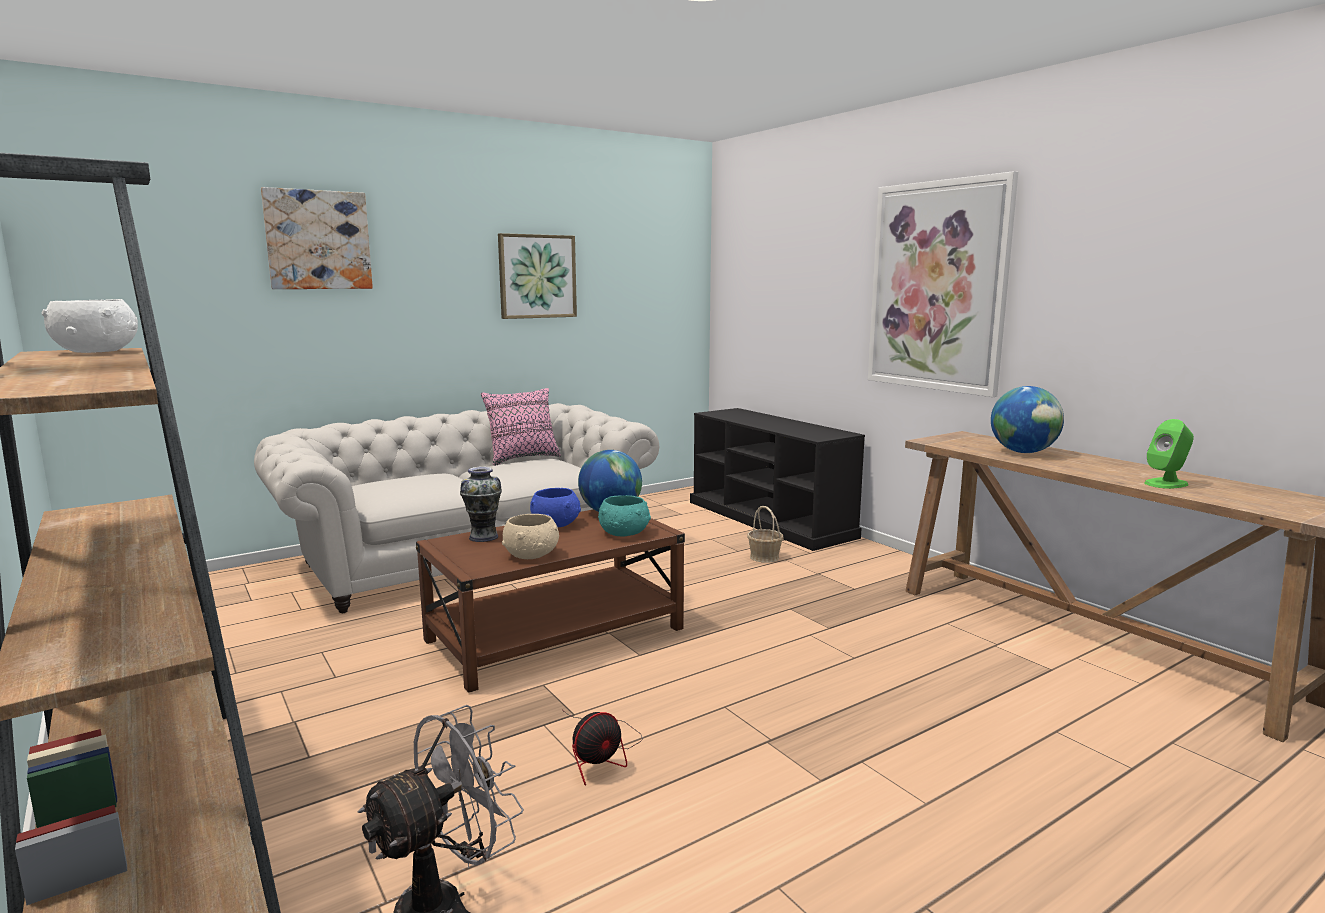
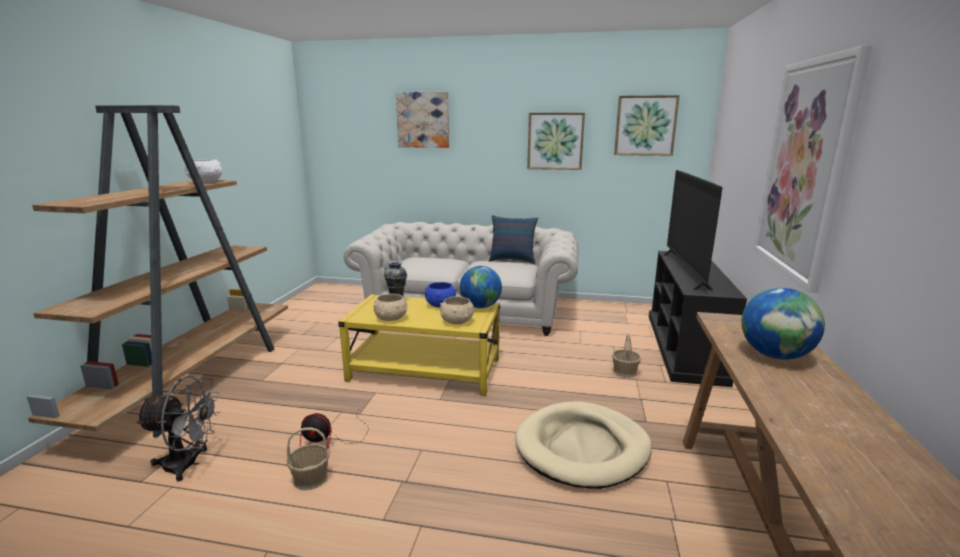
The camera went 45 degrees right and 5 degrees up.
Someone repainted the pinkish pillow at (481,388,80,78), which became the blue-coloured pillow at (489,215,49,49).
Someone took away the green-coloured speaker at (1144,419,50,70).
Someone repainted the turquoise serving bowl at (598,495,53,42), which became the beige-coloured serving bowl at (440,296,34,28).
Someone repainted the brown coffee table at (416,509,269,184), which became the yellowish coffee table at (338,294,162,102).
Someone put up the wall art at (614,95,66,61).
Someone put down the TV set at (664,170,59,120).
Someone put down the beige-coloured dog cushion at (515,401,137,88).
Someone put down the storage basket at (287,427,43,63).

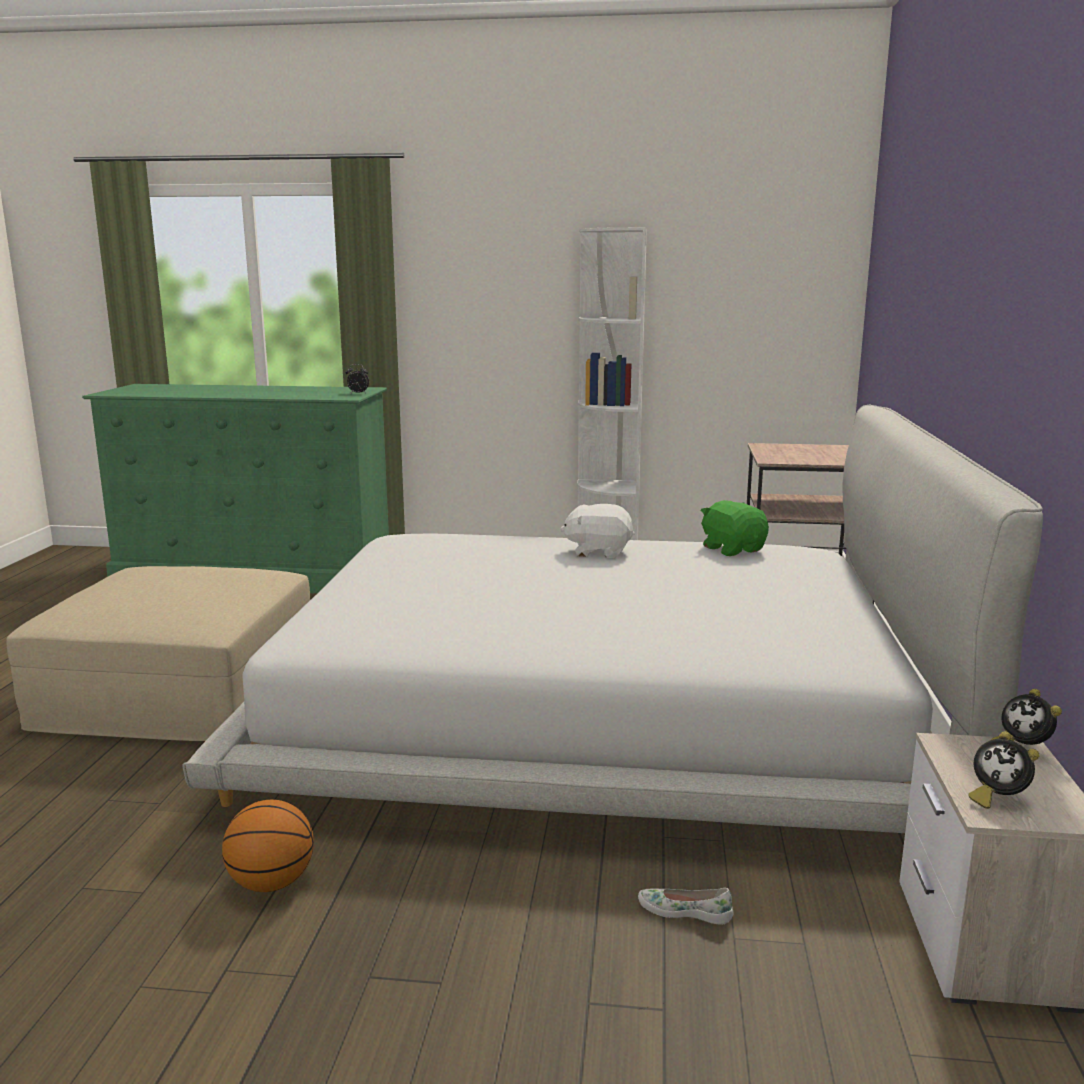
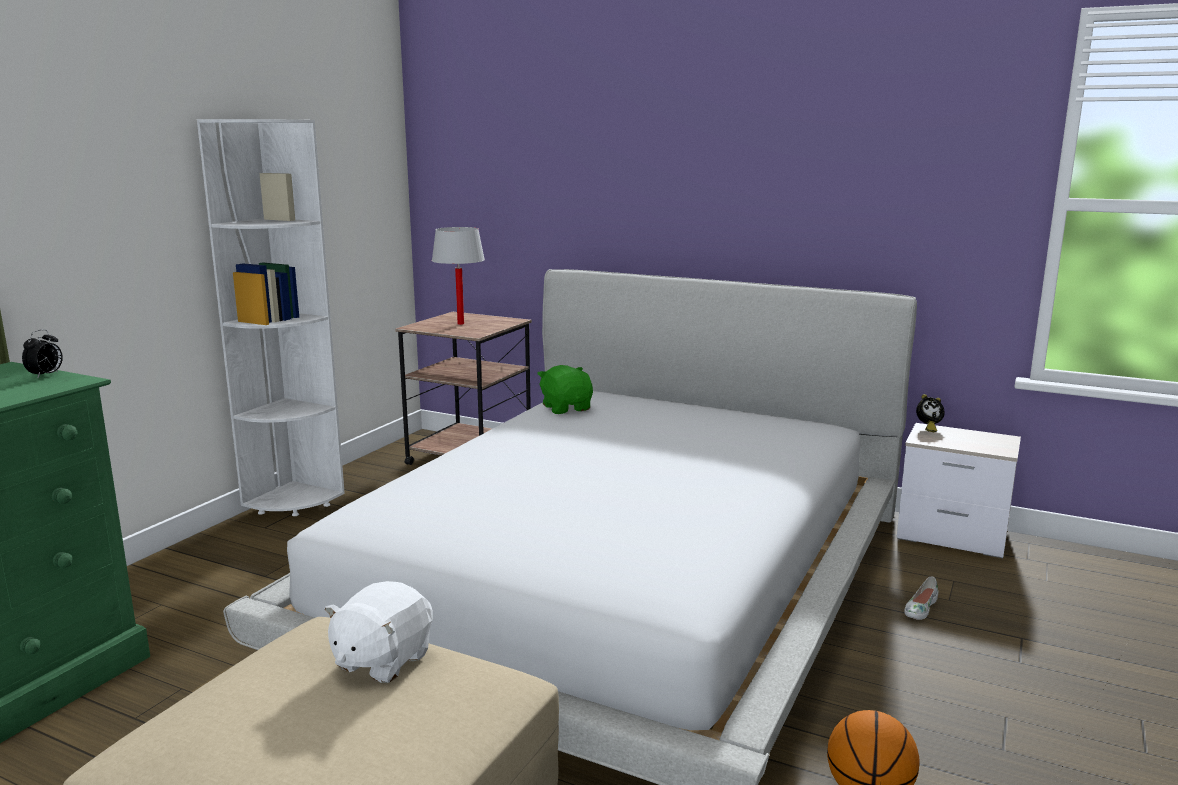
The camera went 70 degrees left and 0 degrees up.
Someone rotated the green-coloured plush toy at (701,500,68,56) by 75 degrees clockwise.
Someone carried the white plush toy from (560,504,74,54) to (325,581,108,102).
Someone took away the alarm clock at (968,731,71,78).
Someone put down the white tabletop lamp at (432,227,53,98).

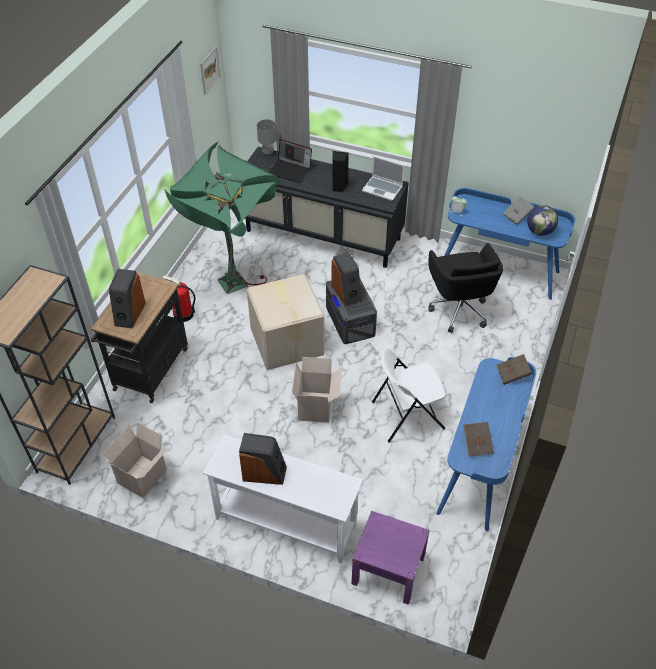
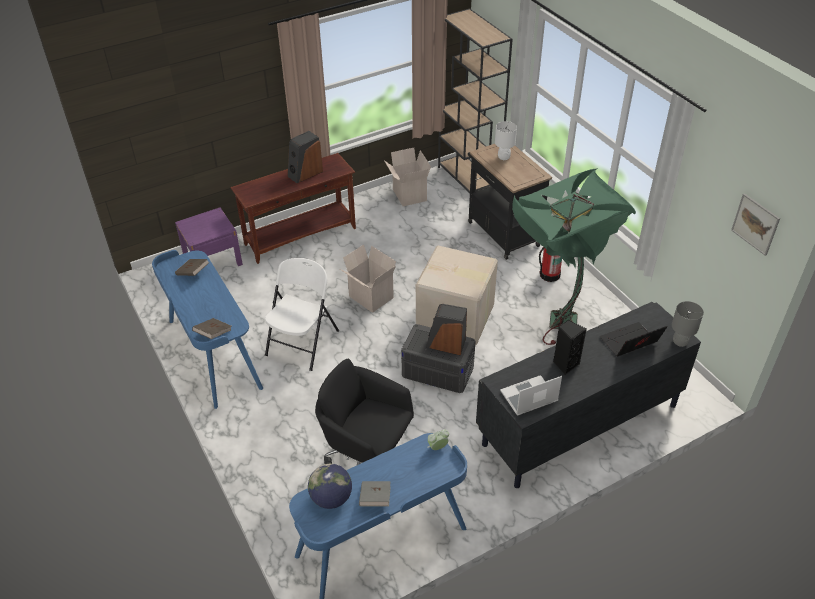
The camera went 130 degrees right and 5 degrees down.
Someone swapped the speaker at (109,269,36,59) for the white tabletop lamp at (495,121,22,39).
Someone repainted the white narrow table at (203,434,160,130), which became the brown narrow table at (230,153,126,111).

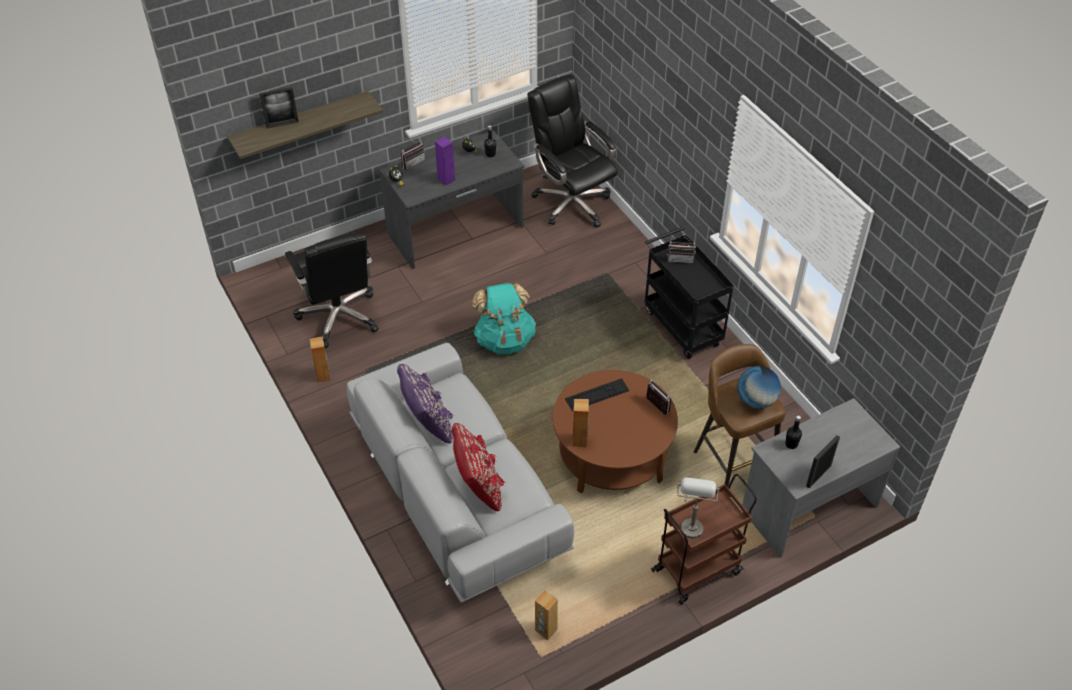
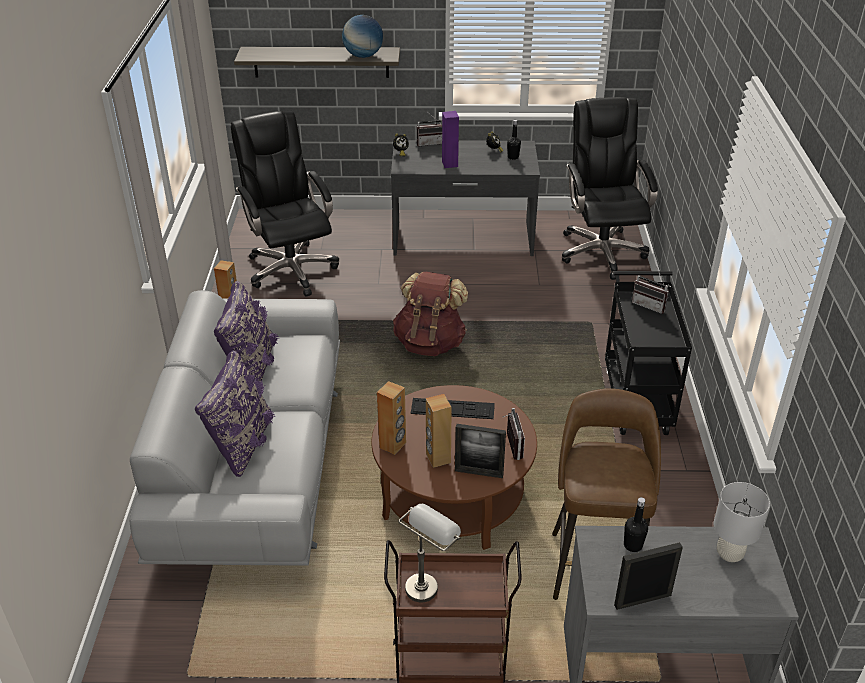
The camera went 30 degrees right and 10 degrees down.
Someone carried the picture frame from (259,87,40,41) to (455,424,51,54).
Someone rotated the black-coloured computer chair at (285,231,94,117) by 150 degrees clockwise.
Someone repainted the turquoise backpack at (472,283,64,72), which became the brown backpack at (393,272,75,84).
Someone carried the globe from (737,366,44,43) to (342,15,41,43).
Someone repainted the red-coloured pillow at (452,423,54,88), which became the purple-coloured pillow at (195,350,80,127).
Someone carried the brown speaker from (535,591,23,49) to (426,394,26,74).
Someone put down the greyish tabletop lamp at (713,482,57,80).

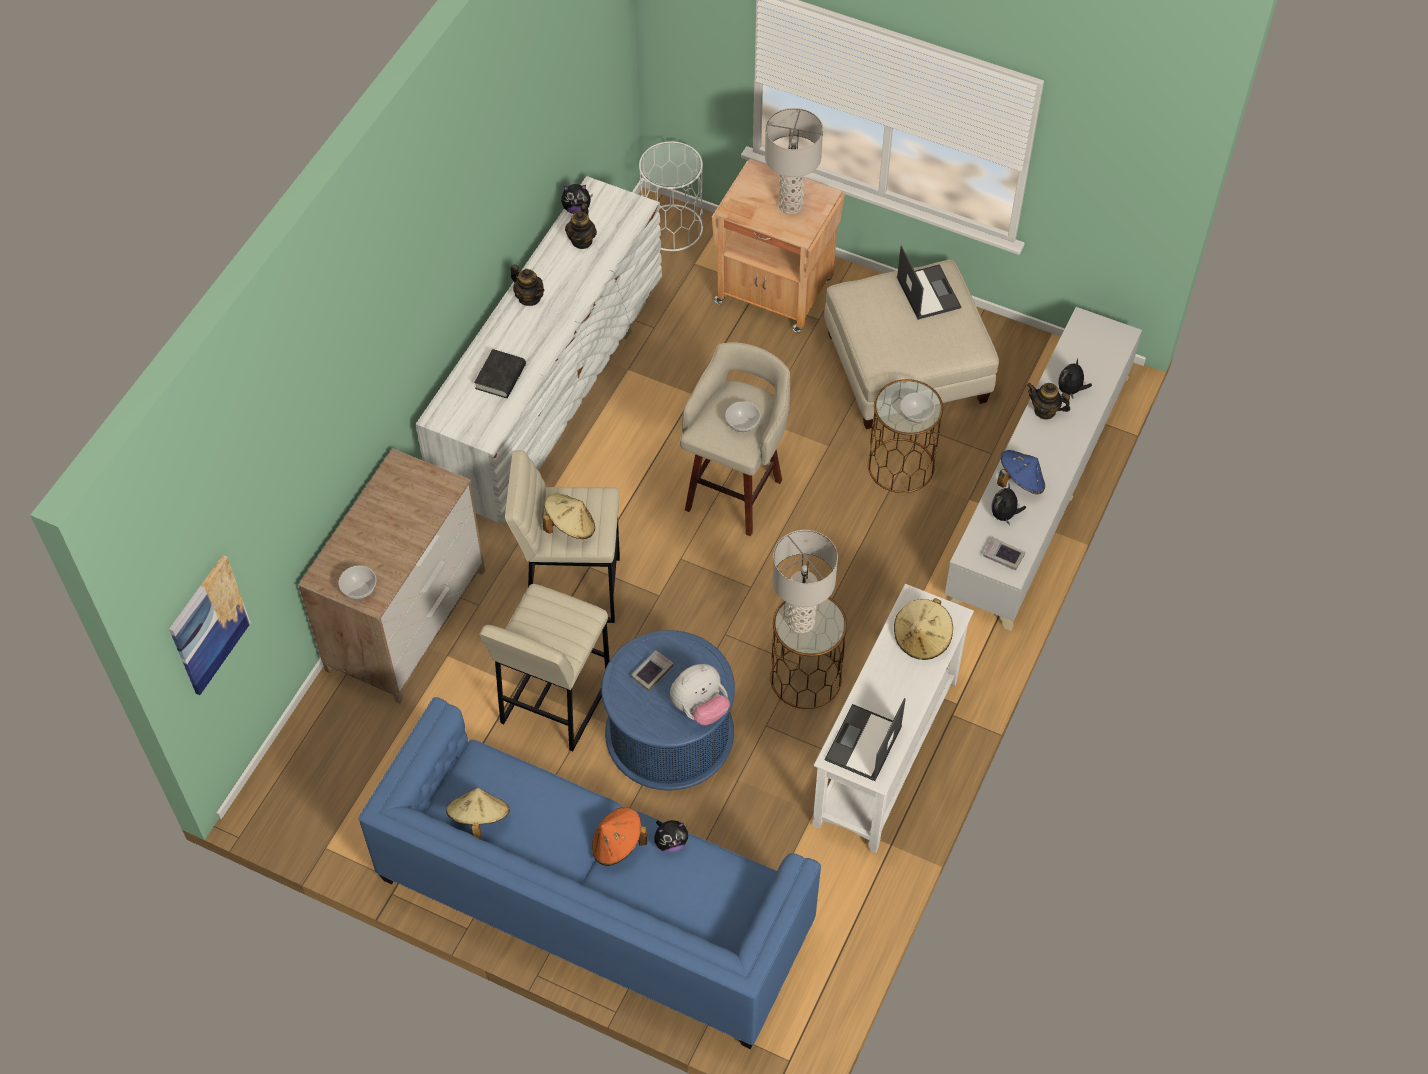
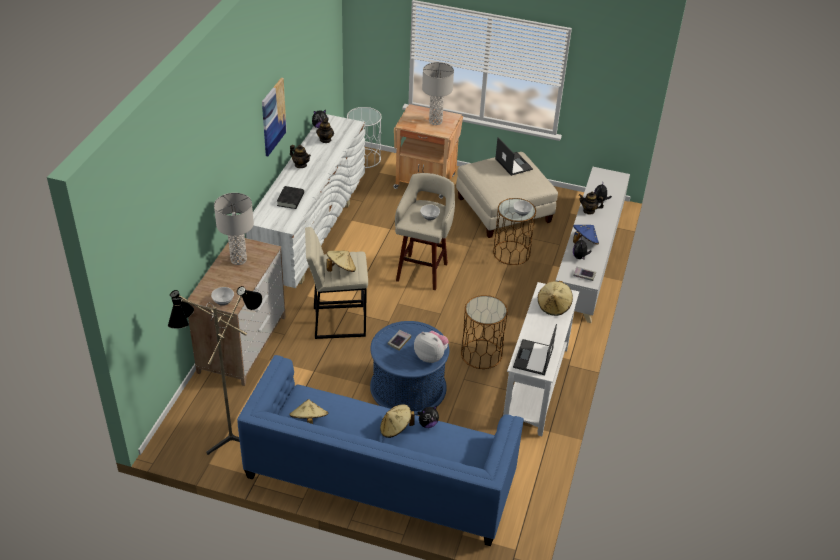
The camera went 10 degrees left and 15 degrees down.
Someone carried the white tabletop lamp from (772,530,66,103) to (214,193,40,72).
Someone carried the wall art from (169,555,82,140) to (262,78,25,78).
Someone took away the beige-coloured stool at (479,584,131,167).
Someone rotated the plush toy at (670,664,60,61) by 105 degrees counterclockwise.
Someone repainted the orange-coloured clothing hat at (592,807,55,59), which became the beige-coloured clothing hat at (380,404,35,34).
Someone put down the standing lamp at (168,286,95,169).

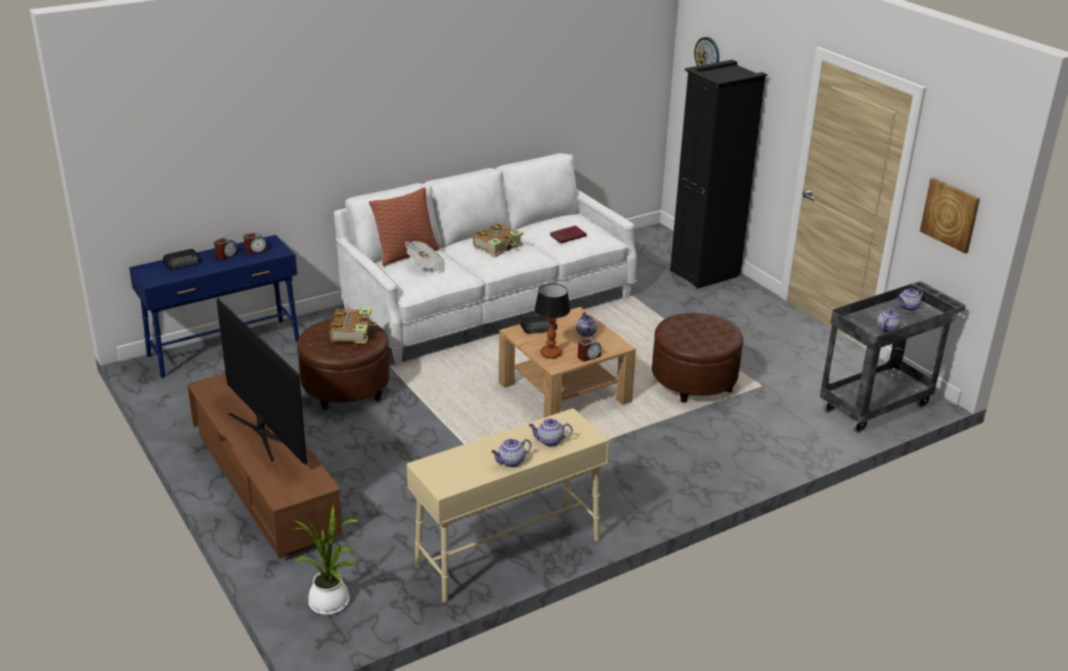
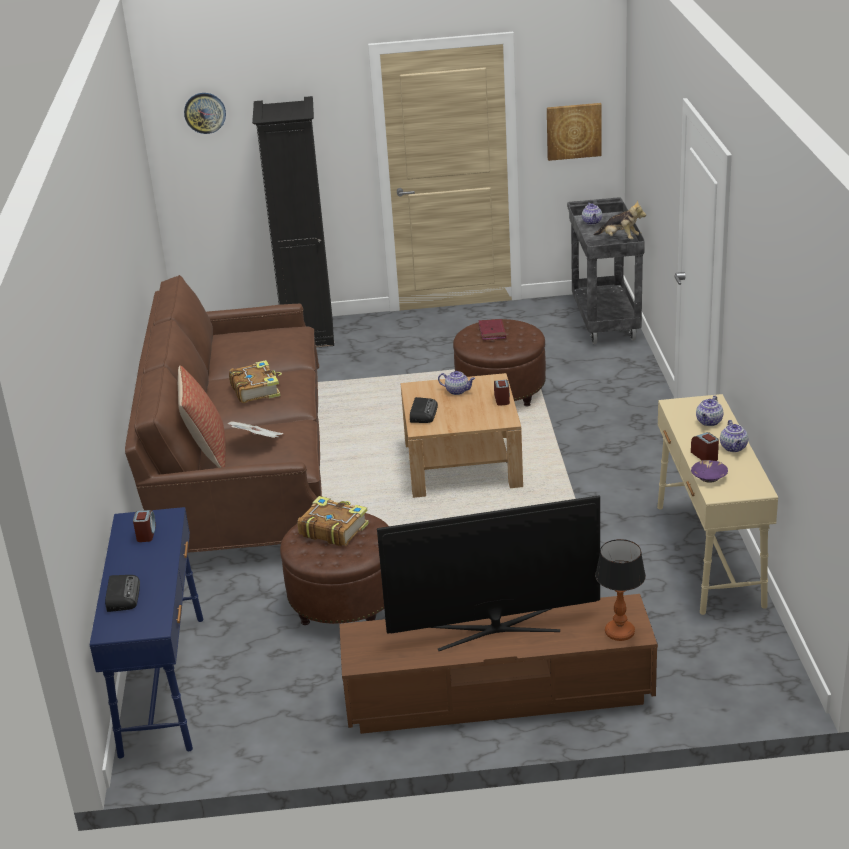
The camera went 60 degrees left and 0 degrees up.
Someone repainted the white couch at (334,153,303,211), which became the brown couch at (125,275,197,277).
Someone carried the red-coloured book from (550,225,37,19) to (479,319,27,21).
Someone carried the alarm clock from (214,238,24,22) to (691,432,28,29).
Someone carried the tabletop lamp from (535,284,35,75) to (595,539,51,102).
Someone swapped the teapot at (877,308,24,25) for the plush toy at (594,200,52,40).
Someone took away the houseplant at (293,506,66,109).
Someone put down the purple-coloured serving bowl at (691,460,37,23).

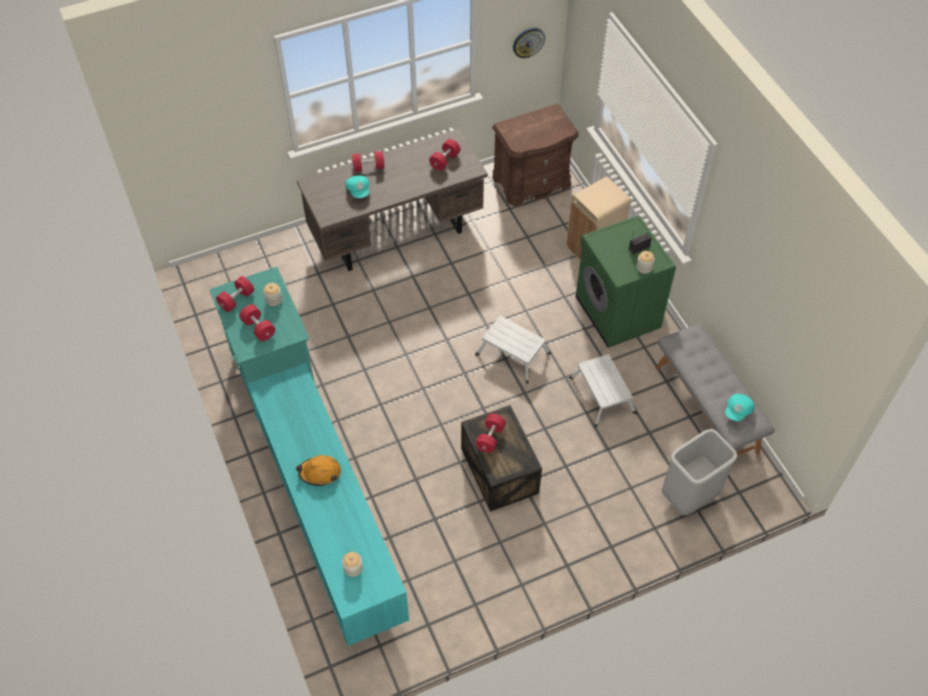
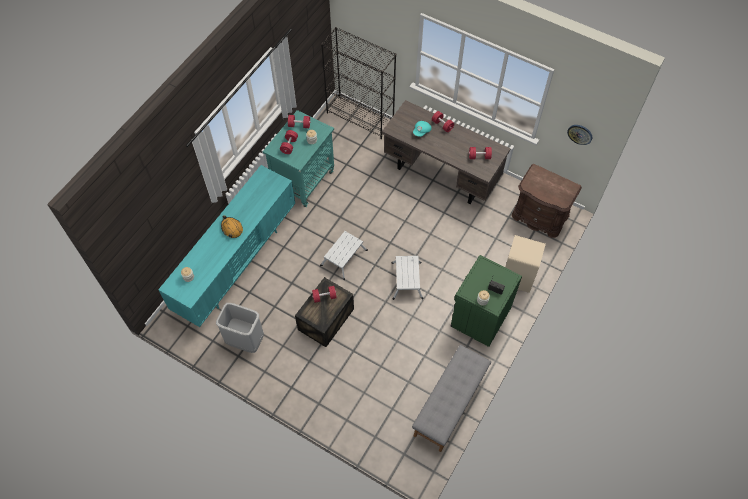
The camera went 55 degrees right and 5 degrees up.
Someone carried the white stepladder from (569,354,68,74) to (320,231,48,49).
Someone took away the turquoise peaked cap at (725,394,30,27).
Someone carried the greyish waste bin from (662,429,76,87) to (216,303,48,50).
Someone put down the black-coloured bookshelf at (321,27,75,112).

